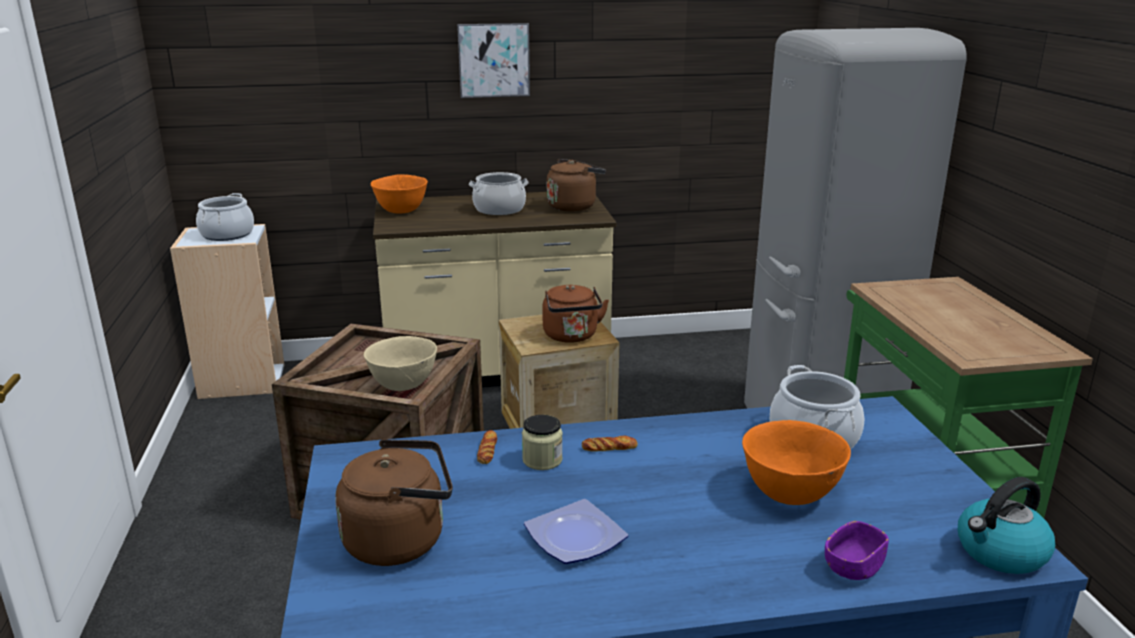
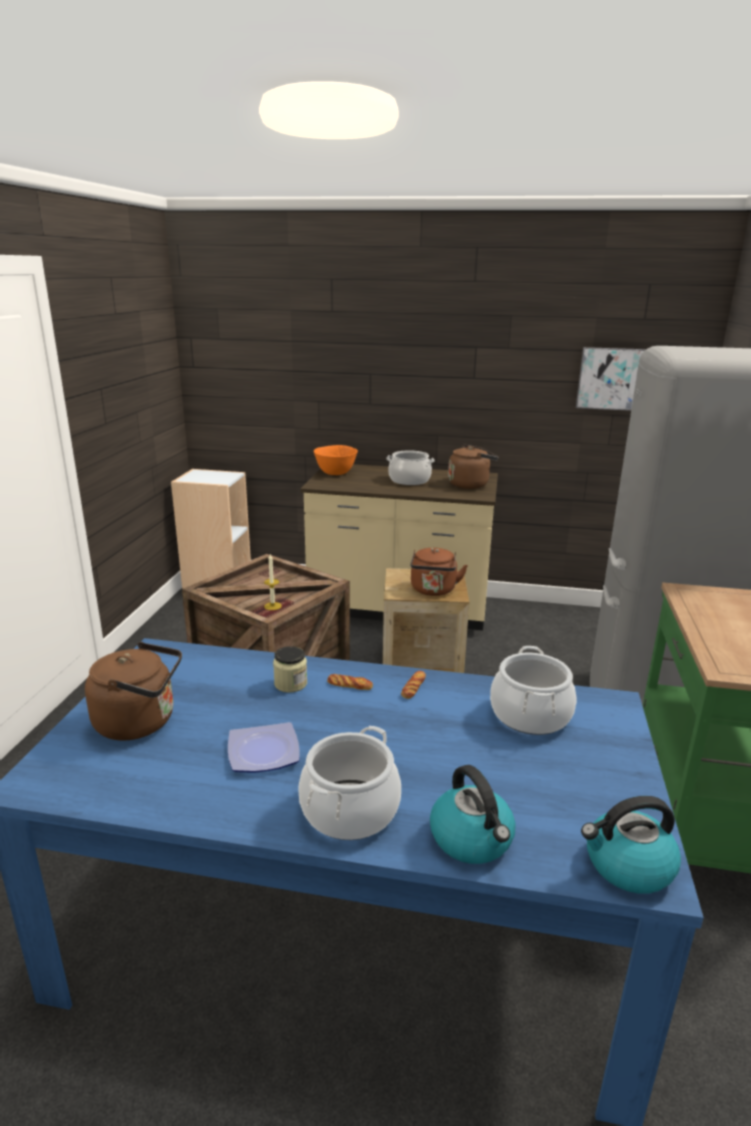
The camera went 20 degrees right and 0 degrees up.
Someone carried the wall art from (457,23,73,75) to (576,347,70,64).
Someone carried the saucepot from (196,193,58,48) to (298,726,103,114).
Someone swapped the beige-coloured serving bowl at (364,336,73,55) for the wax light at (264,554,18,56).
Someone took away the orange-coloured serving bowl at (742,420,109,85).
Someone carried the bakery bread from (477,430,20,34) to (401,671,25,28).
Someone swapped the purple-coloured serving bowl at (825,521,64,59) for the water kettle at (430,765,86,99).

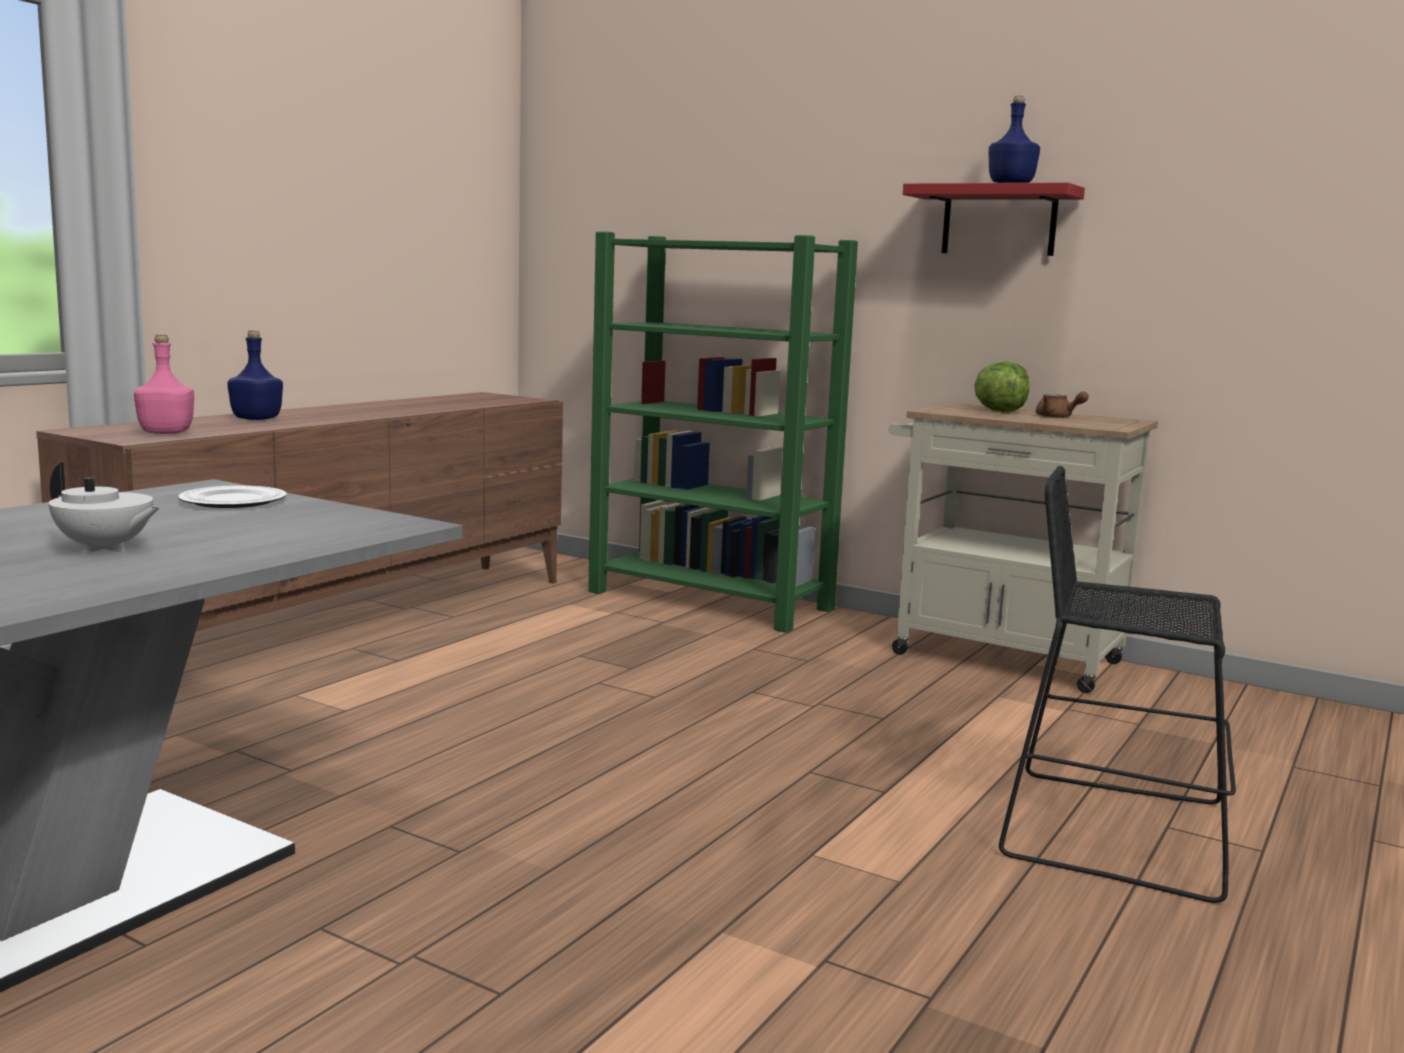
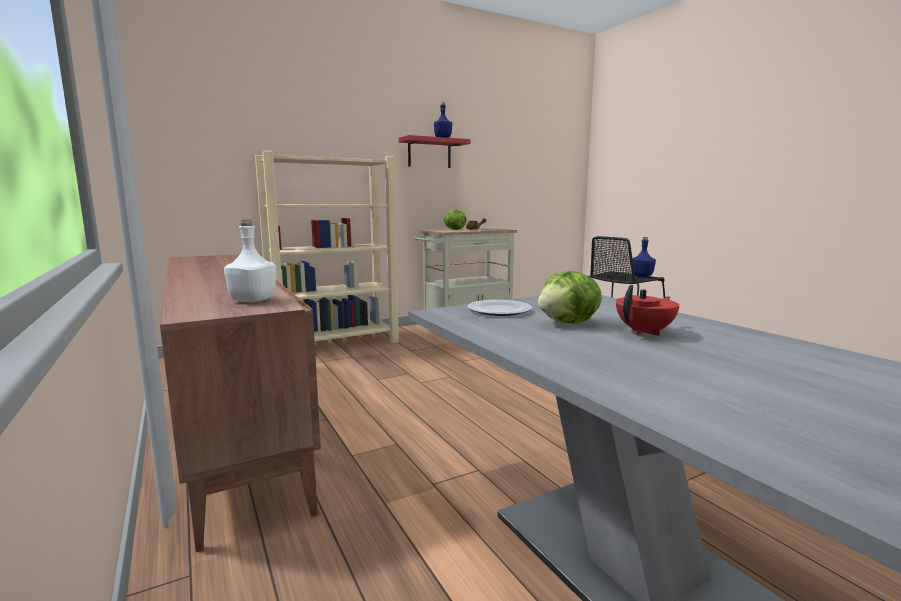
The camera went 60 degrees left and 0 degrees up.
Someone repainted the green-coloured bookshelf at (588,231,270,402), which became the beige-coloured bookshelf at (255,151,144,192).
Someone carried the blue-coloured bottle from (227,330,56,90) to (633,237,23,40).
Someone repainted the pinkish bottle at (134,335,60,99), which became the white bottle at (224,219,52,83).
Someone repainted the white teapot at (48,462,112,92), which became the red-coloured teapot at (616,285,63,51).
Someone put down the lettuce at (538,271,64,52).

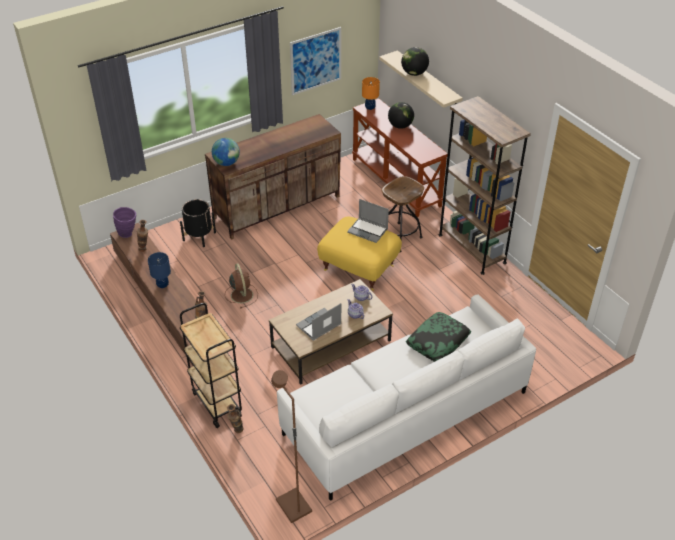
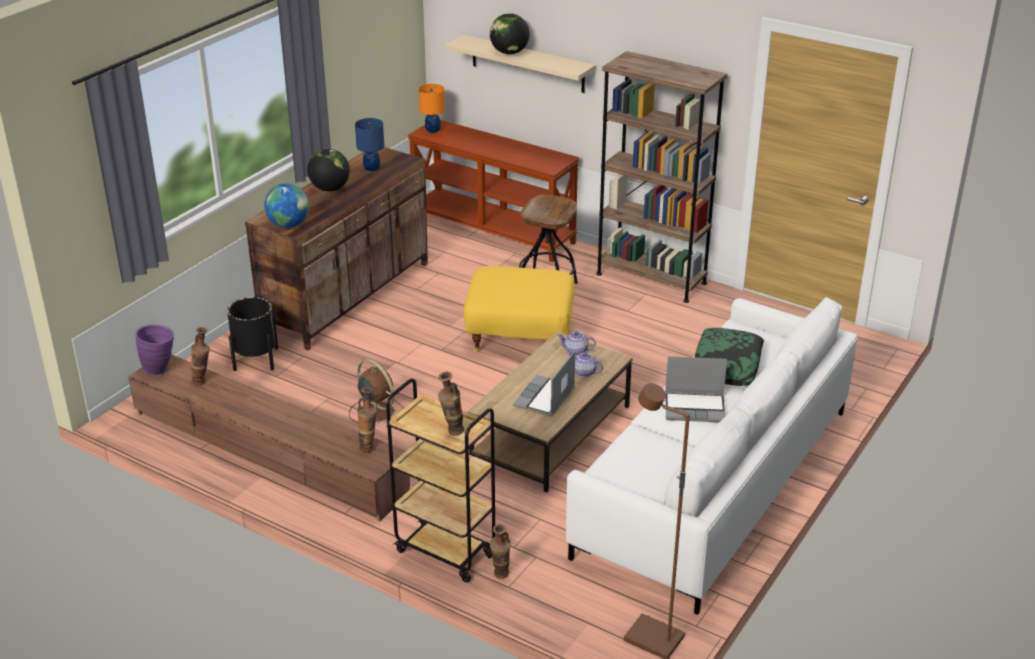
The camera went 25 degrees left and 10 degrees down.
Someone took away the wall art at (290,27,51,68).
Someone carried the globe from (388,102,26,27) to (307,149,43,42).
Someone carried the portable computer from (347,199,42,44) to (665,356,62,66).
Someone carried the blue-coloured tabletop lamp from (148,252,23,36) to (355,118,29,53).
Someone put down the vase at (438,372,26,64).

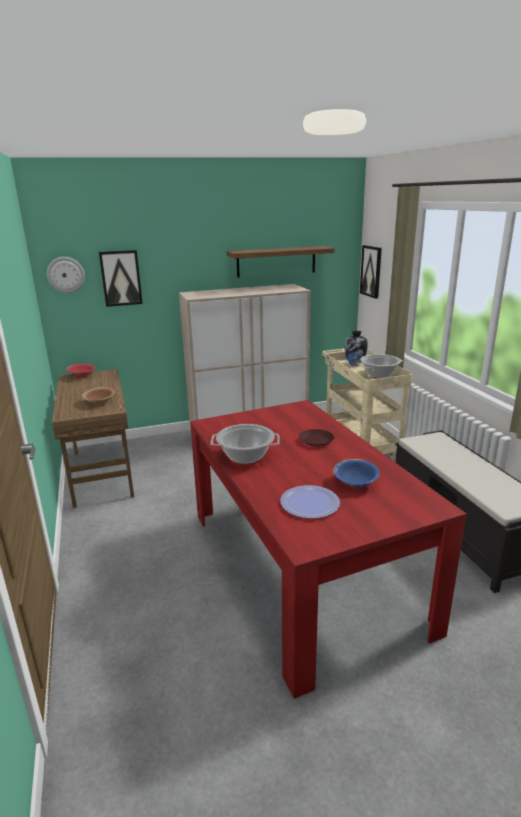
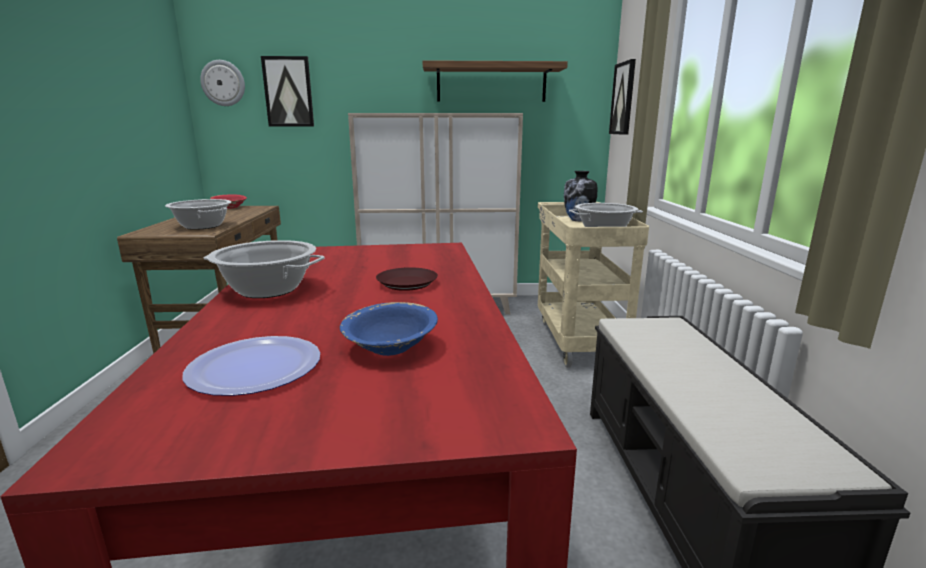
The camera went 15 degrees right and 5 degrees down.
Someone swapped the brown serving bowl at (82,387,33,18) for the saucepot at (165,199,66,31).

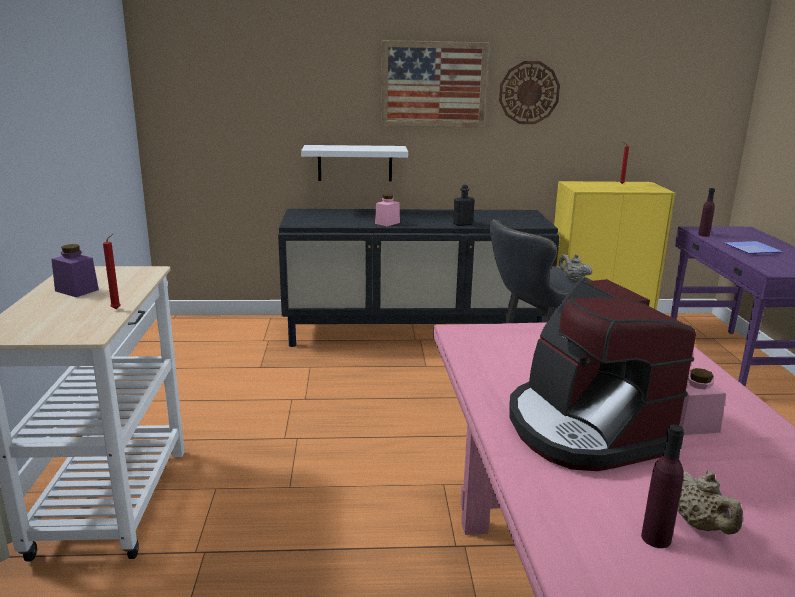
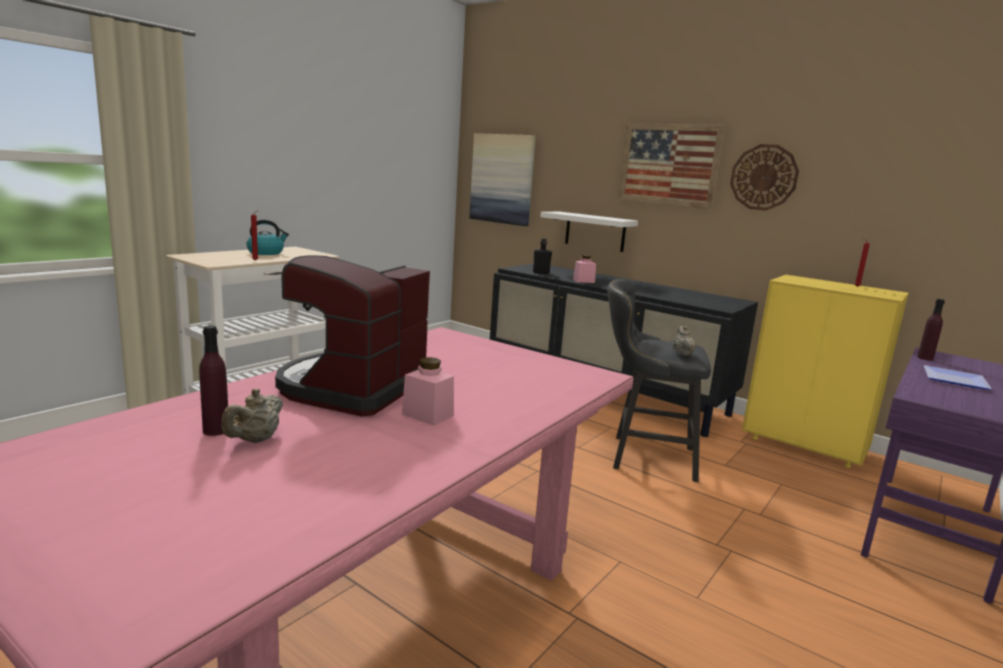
The camera went 40 degrees right and 5 degrees down.
Someone carried the black-coloured bottle from (453,185,22,41) to (533,238,19,36).
Someone swapped the purple-coloured jar at (52,244,47,53) for the water kettle at (246,219,43,36).
Someone put up the wall art at (469,133,67,93).

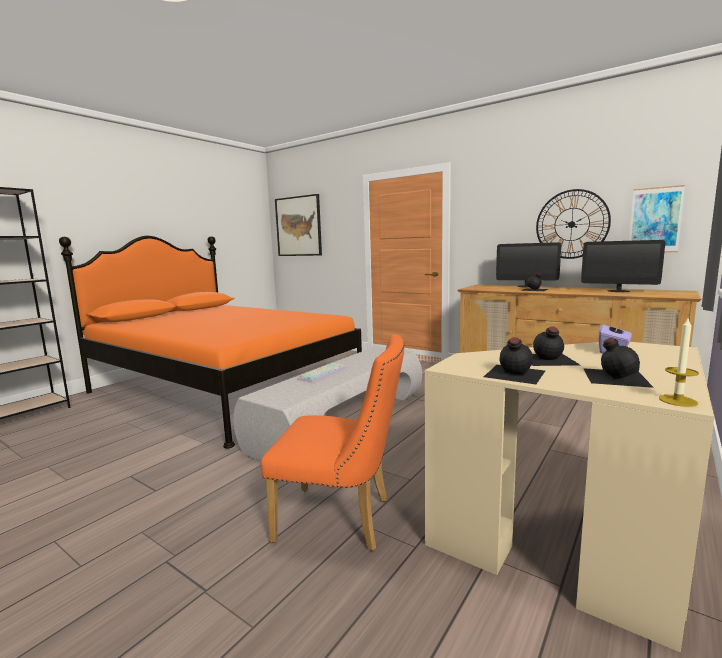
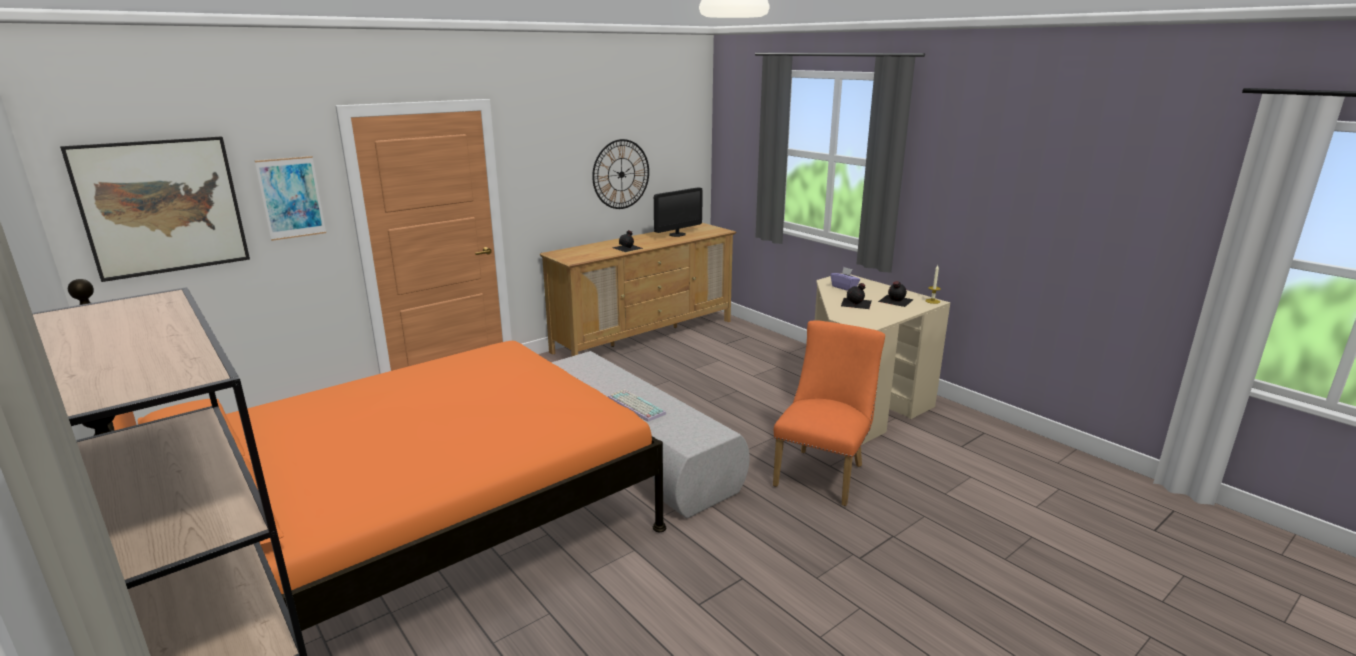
The camera went 75 degrees left and 10 degrees up.
Someone carried the wall art from (629,185,56,67) to (255,156,71,85).
Someone took away the monitor at (496,242,65,45).
Someone took away the black-coloured bottle at (484,337,61,47).

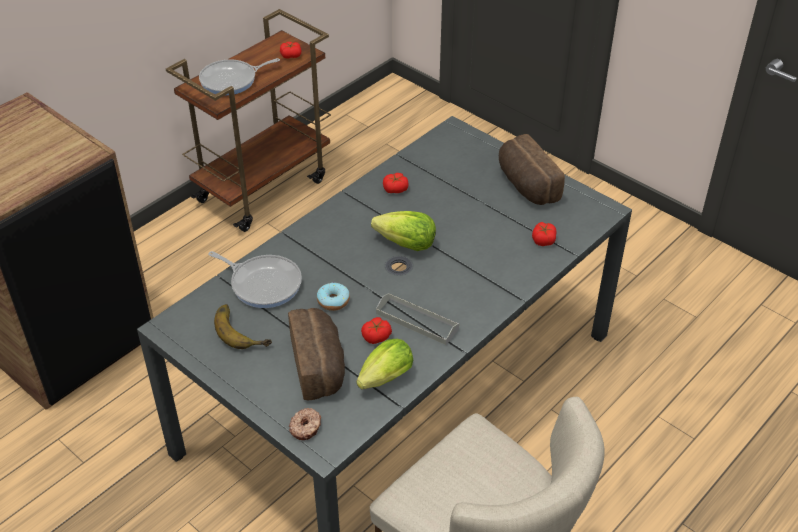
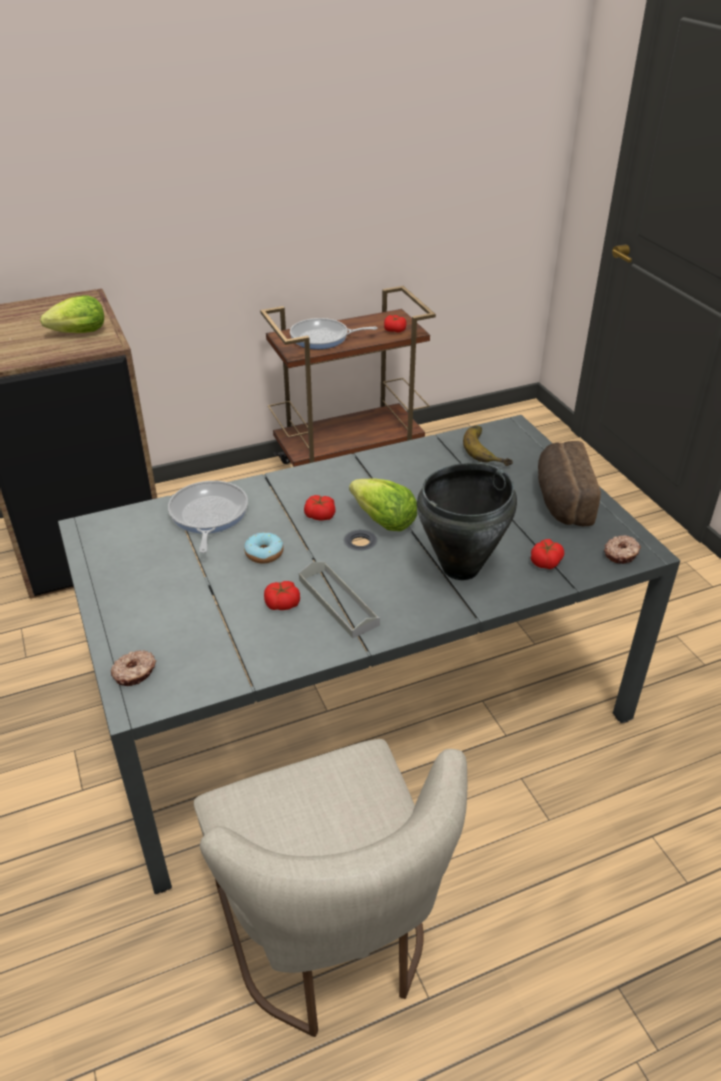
The camera went 25 degrees right and 5 degrees down.
Someone carried the tomato from (383,173,26,20) to (304,495,32,26).
Someone rotated the skillet at (208,251,94,57) by 150 degrees counterclockwise.
Someone carried the banana from (214,304,58,45) to (463,425,50,41).
Someone took away the bakery bread at (288,308,57,92).
Someone carried the lettuce from (356,339,57,50) to (40,295,64,38).
Someone put down the black-coloured saucepot at (417,463,100,117).
Someone put down the ring doughnut at (604,535,37,29).

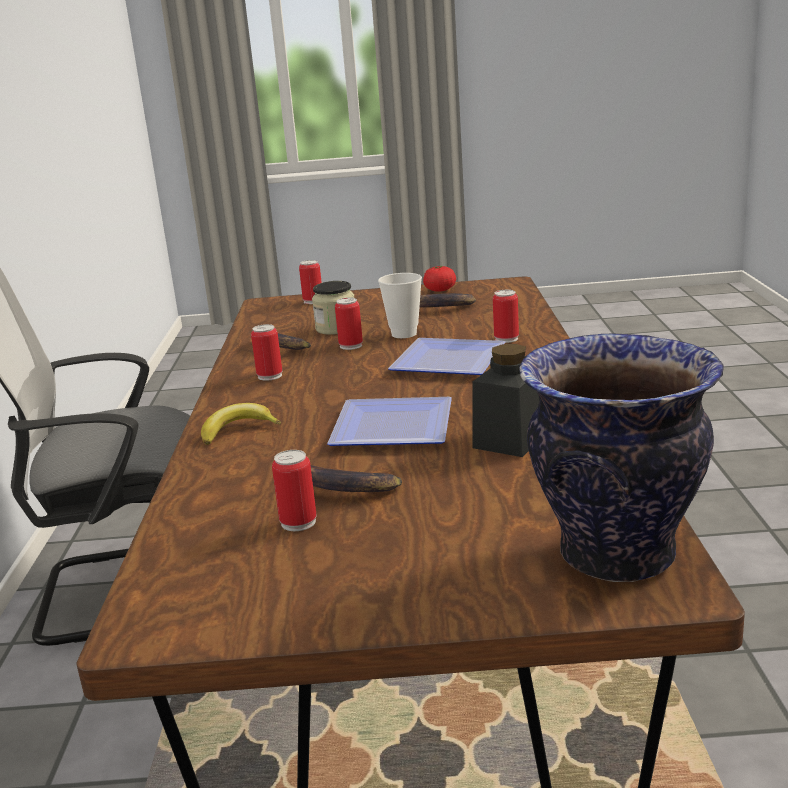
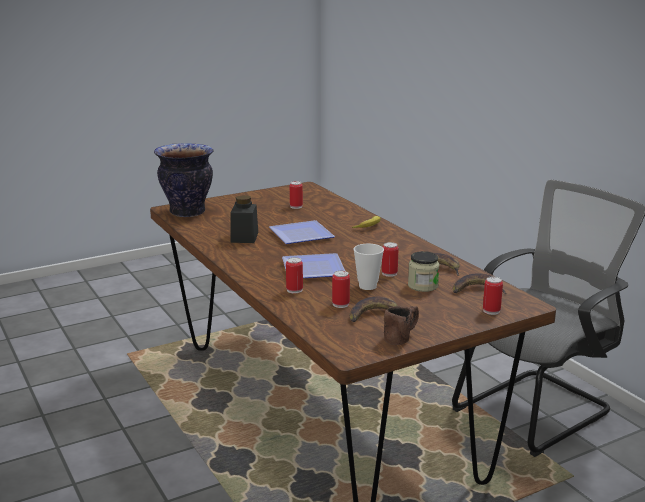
The camera went 150 degrees right and 0 degrees up.
Someone swapped the tomato at (423,266,33,26) for the brown coffee mug at (384,306,35,39).
Someone carried the metal can from (251,324,31,57) to (332,270,18,38).
Someone carried the banana from (311,465,91,27) to (453,273,54,21).

